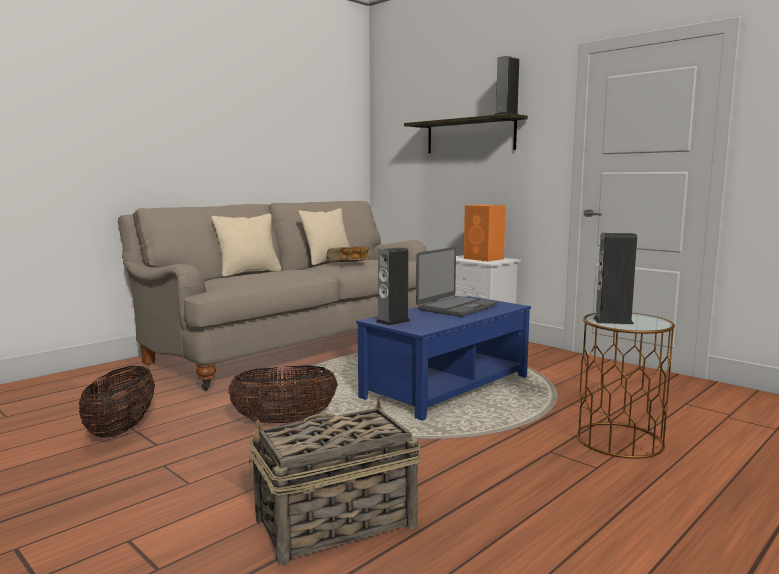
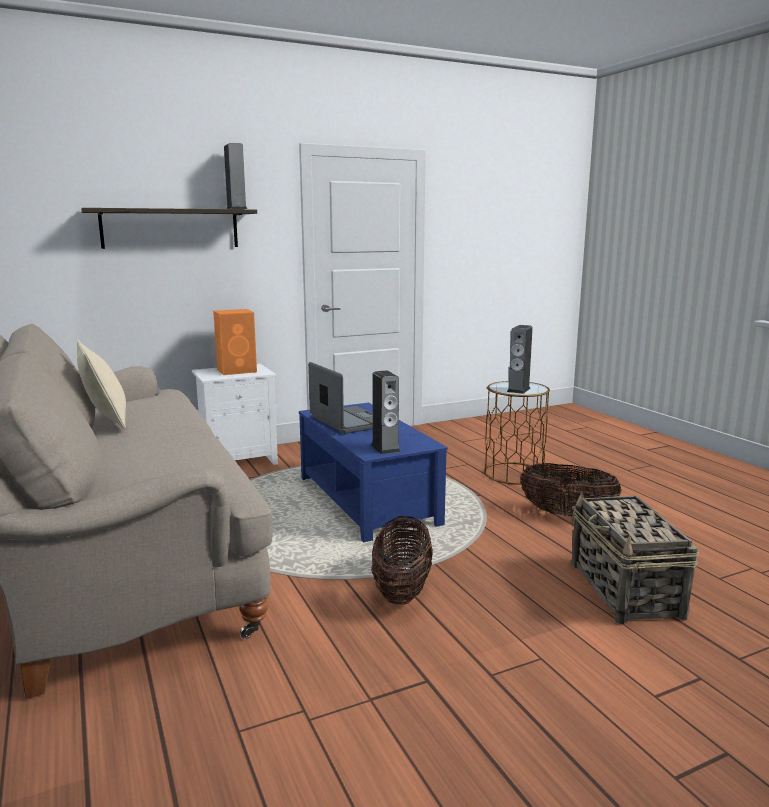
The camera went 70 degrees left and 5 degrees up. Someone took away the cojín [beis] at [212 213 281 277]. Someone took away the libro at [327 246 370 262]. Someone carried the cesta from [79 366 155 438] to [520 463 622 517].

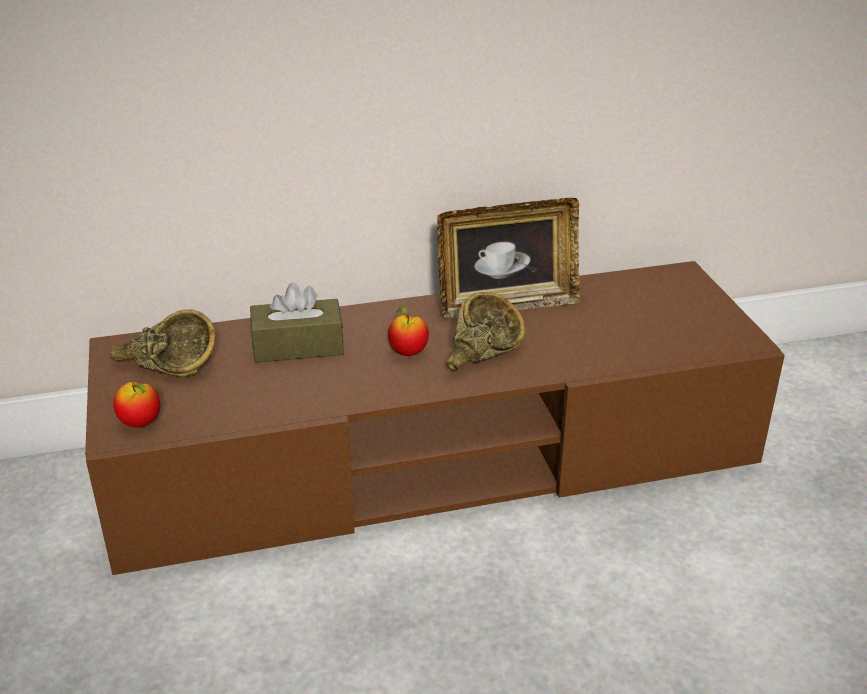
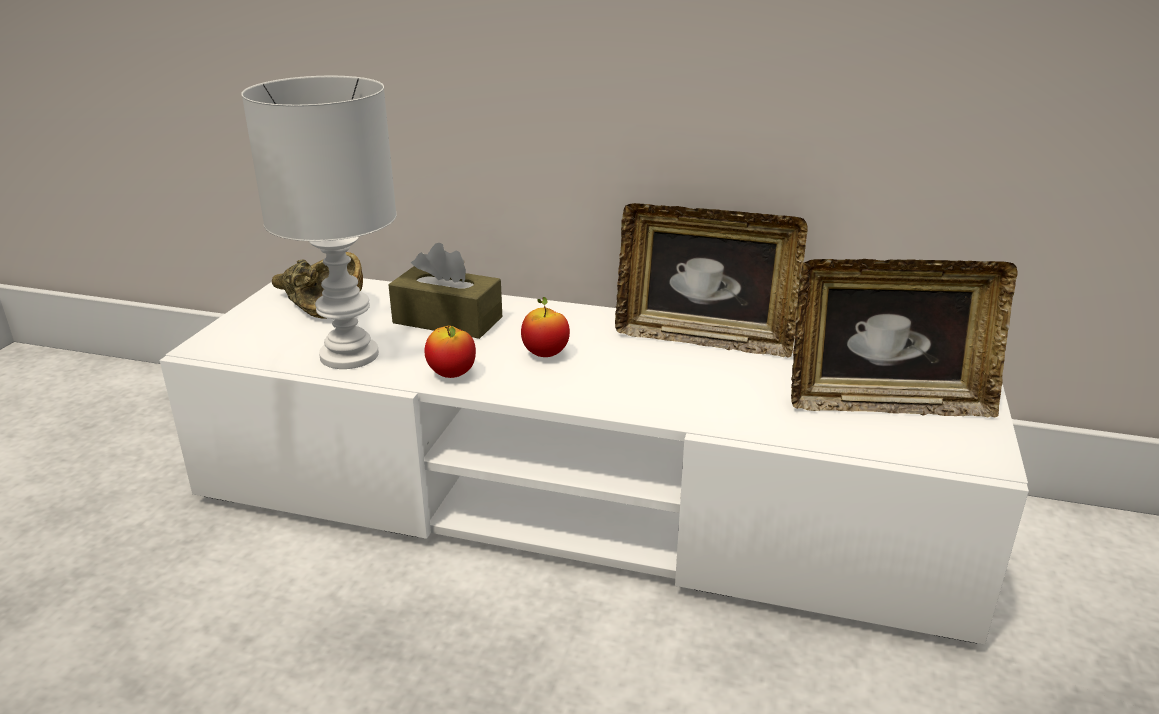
The camera went 30 degrees right and 5 degrees down. Someone repainted the mueble de televisión [marrón] at [85 261 785 575], which became the mueble de televisión [blanco] at [160 278 1029 645]. Someone took away the cuenco [marrón] at [446 292 525 371]. Someone carried the manzana from [113 382 160 428] to [424 325 476 378]. Someone put down the lámpara de mesa [blanco] at [241 76 397 369]. Someone put down the portarretratos at [791 259 1017 418].

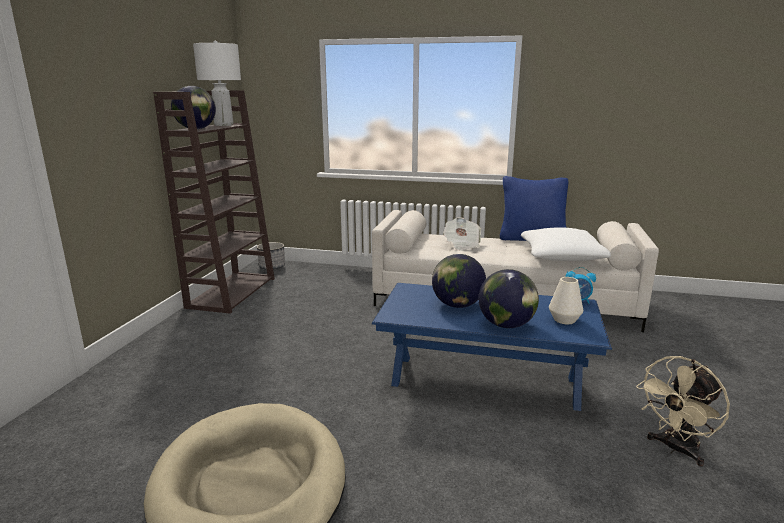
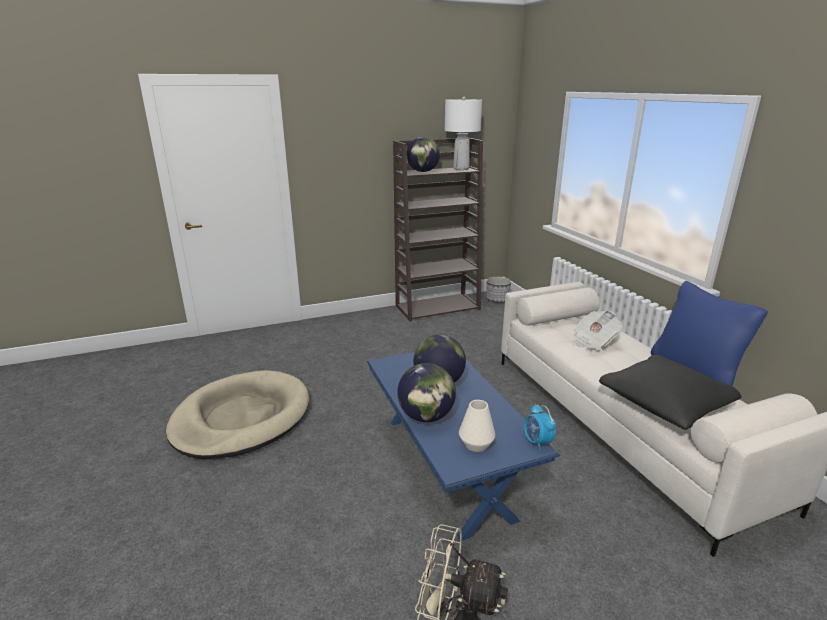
The camera went 55 degrees right and 5 degrees up. Someone repainted the cojín [blanco] at [521 227 611 261], which became the cojín [negro] at [599 355 742 430].

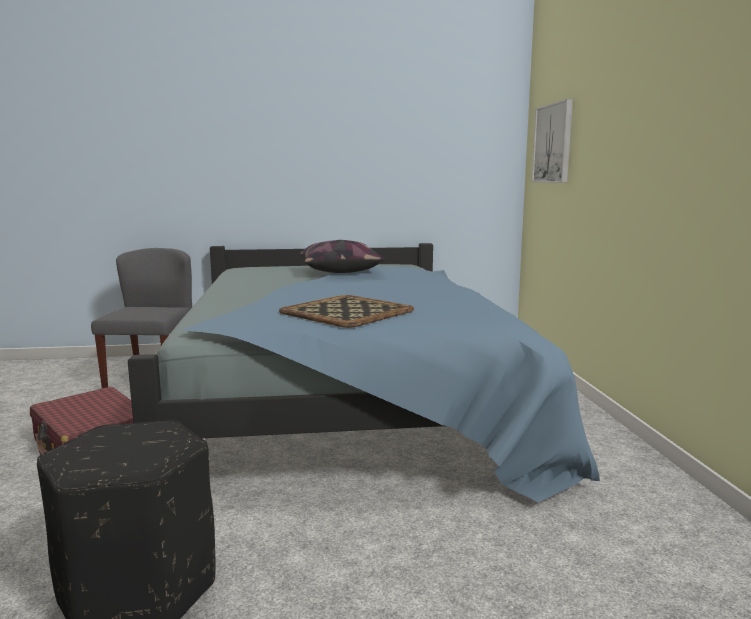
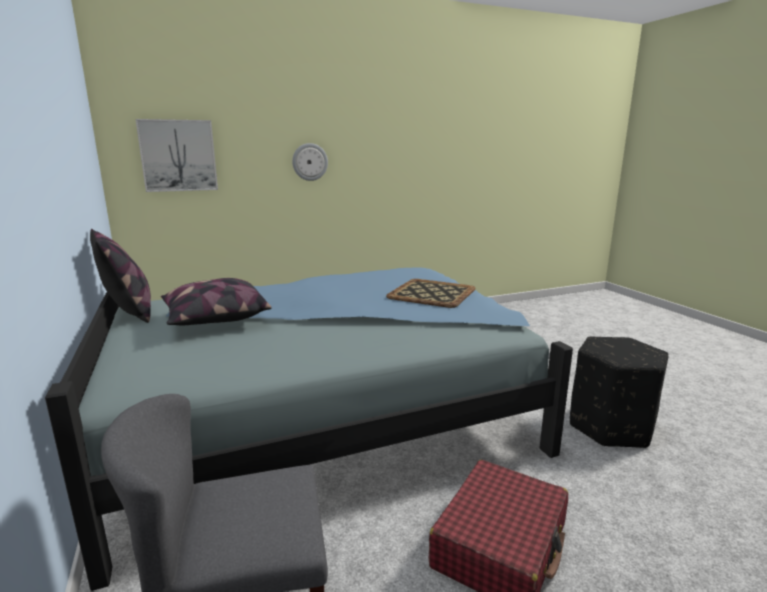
The camera went 105 degrees left and 5 degrees up. Someone put up the reloj de pared at [292 143 328 181]. Someone put down the cojín at [90 229 151 323].

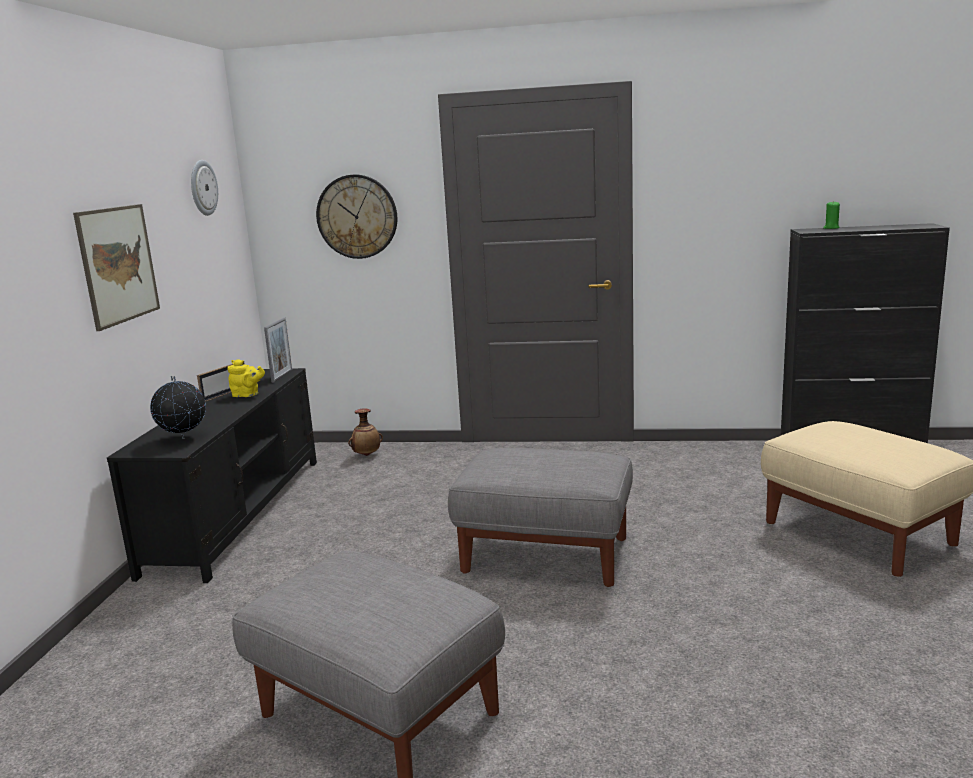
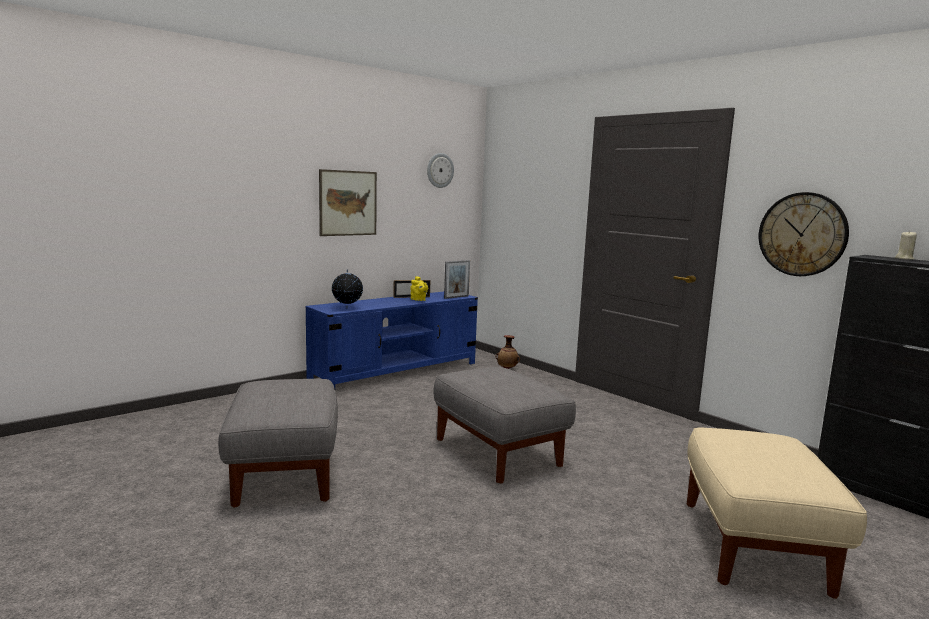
The camera went 40 degrees right and 5 degrees down. Someone carried the reloj de pared from [316 175 397 259] to [759 192 849 276]. Someone repainted the vela [verde] at [823 202 840 229], which became the vela [beis] at [895 230 917 260]. Someone repainted the mueble de televisión [negro] at [107 368 317 583], which became the mueble de televisión [azul] at [305 292 478 388].

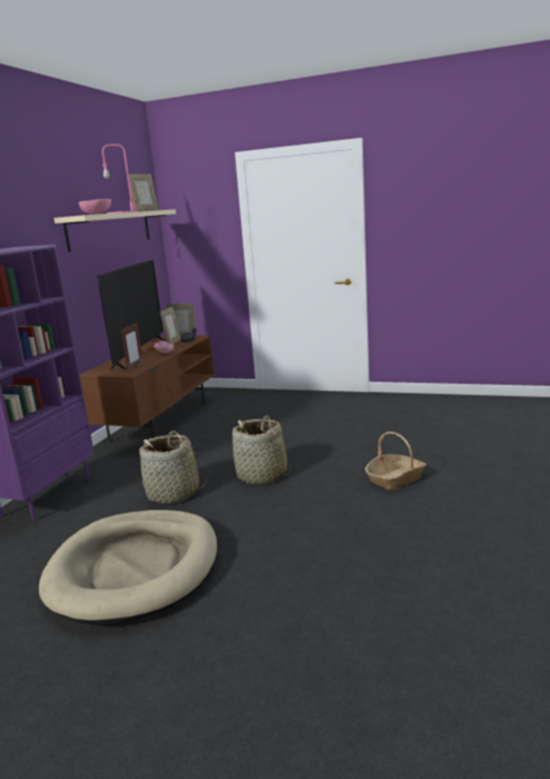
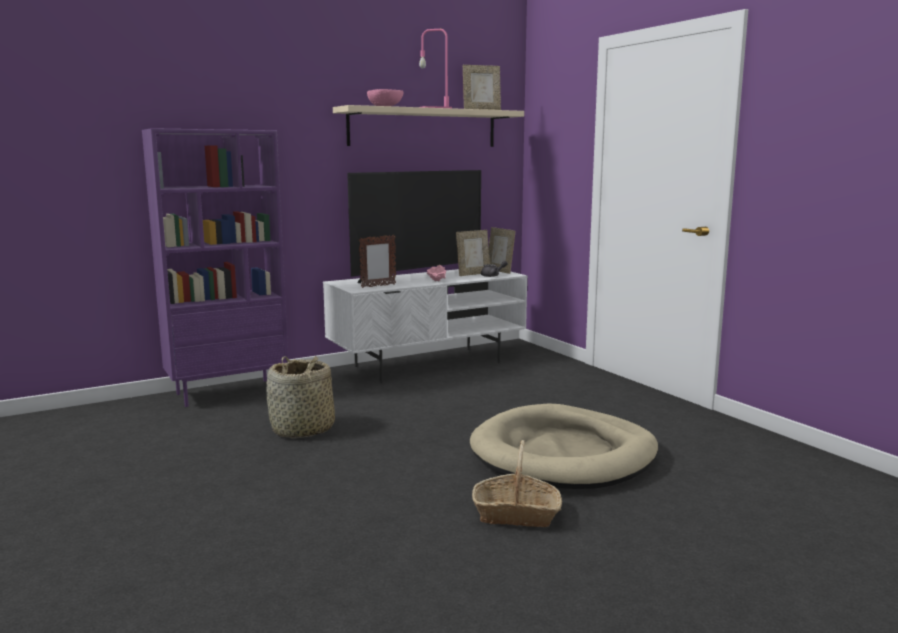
The camera went 40 degrees right and 5 degrees down. Someone repainted the mueble de televisión [marrón] at [80 335 214 442], which became the mueble de televisión [blanco] at [323 269 528 383]. Someone took away the cesta at [232 415 291 485]. Someone carried the cama para perro [beis] from [39 510 218 625] to [470 403 658 489].

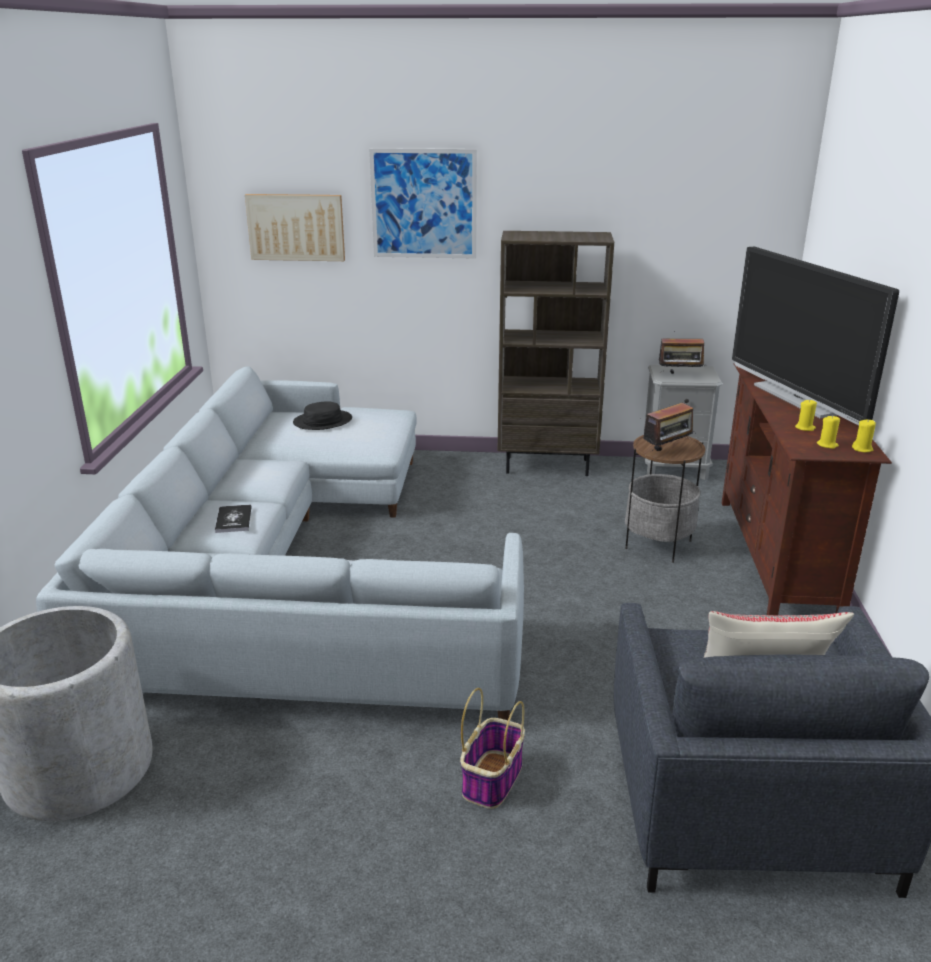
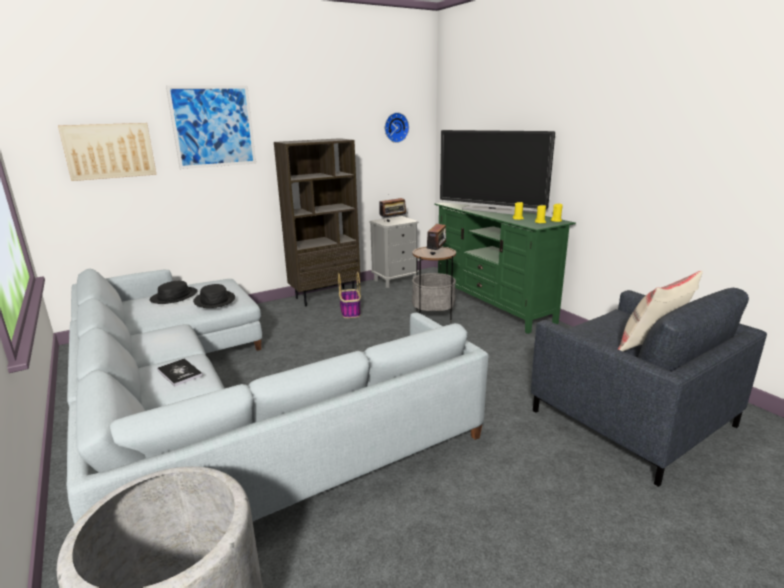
The camera went 35 degrees left and 5 degrees down. Someone repainted the mueble de televisión [marrón] at [722 365 892 615], which became the mueble de televisión [verde] at [434 202 576 334]. Someone carried the cesta from [460 688 525 809] to [338 271 361 318]. Someone put up the reloj de pared at [385 112 409 143]. Someone put down the sombrero [negro] at [193 284 235 308].

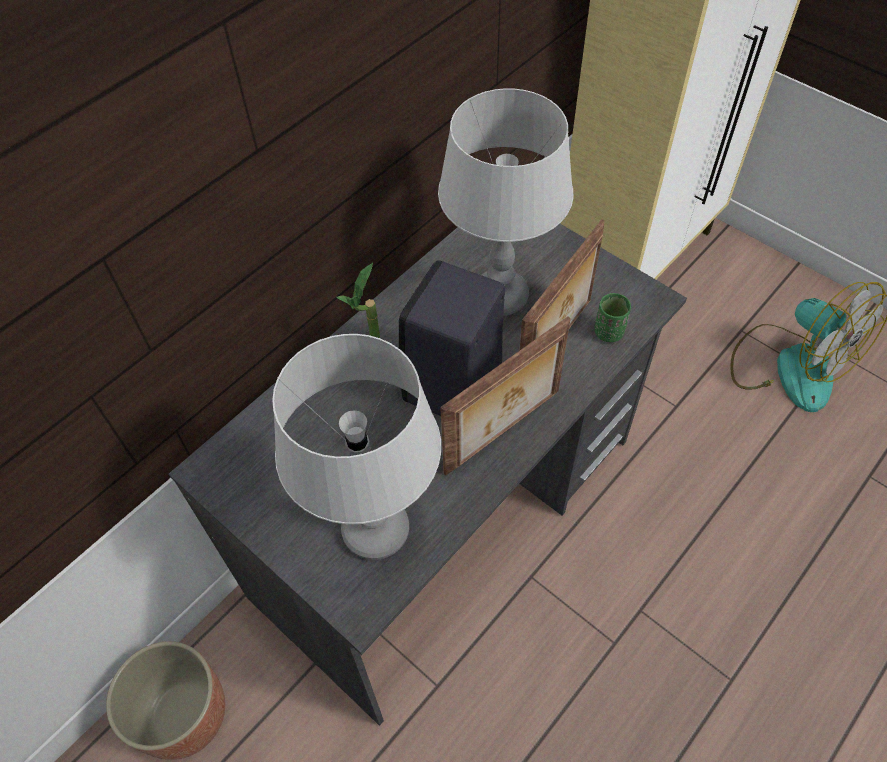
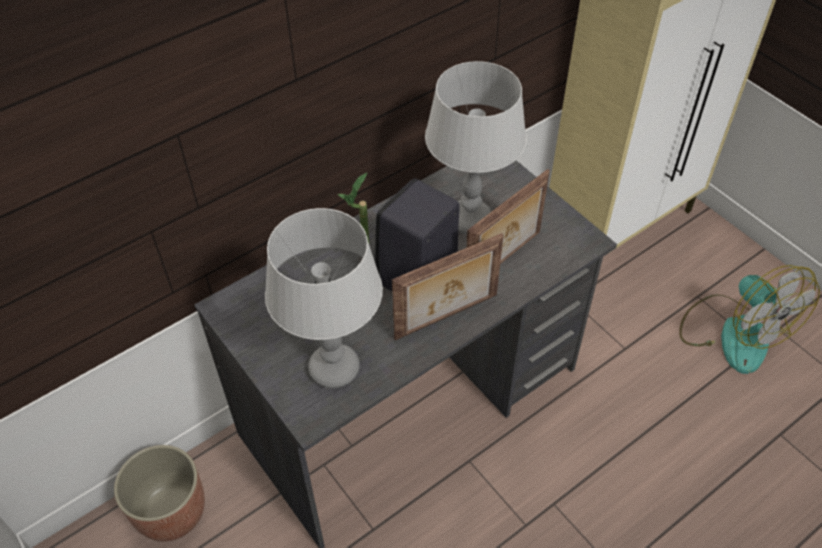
The camera went 10 degrees right and 5 degrees down. Someone took away the taza [verde] at [594 293 631 342].

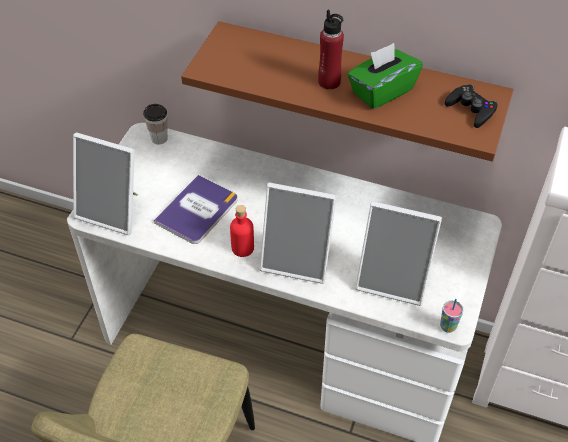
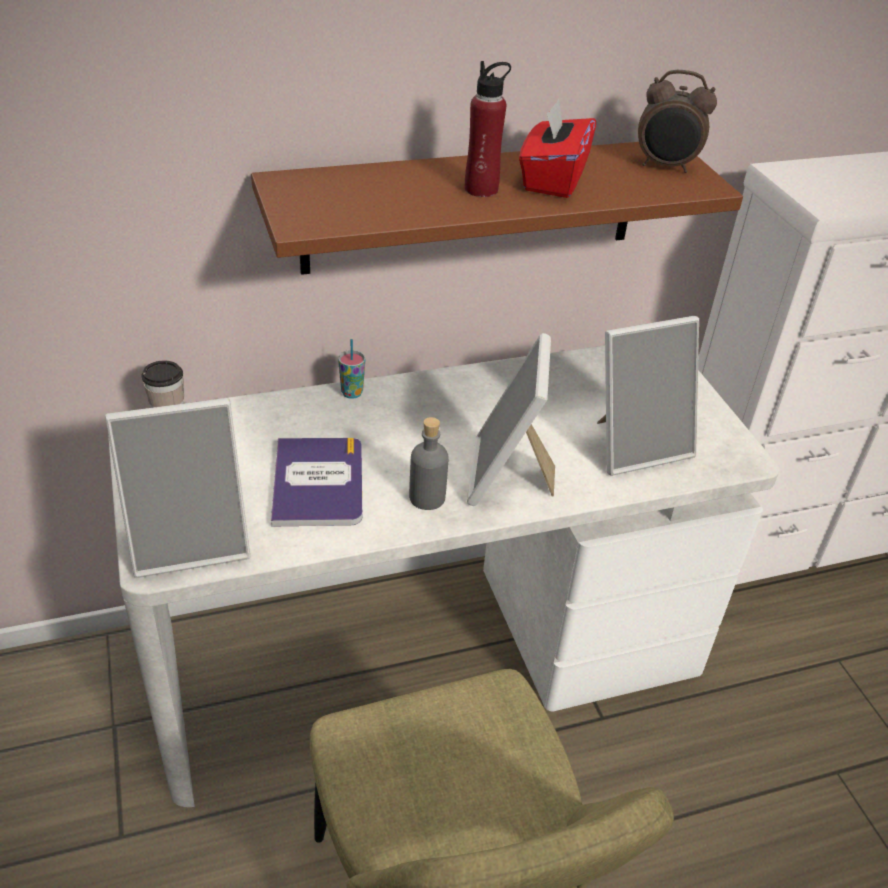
The camera went 40 degrees left and 10 degrees down. Someone repainted the caja de pañuelos [verde] at [347 43 423 109], which became the caja de pañuelos [rojo] at [519 99 596 198]. Someone swapped the mando de consola [negro] at [444 84 498 128] for the despertador at [638 70 717 173]. Someone rotated the portarretratos at [260 182 336 284] by 120 degrees clockwise. Someone repainted the botella [rojo] at [230 205 254 257], which became the botella [gris] at [409 417 449 510]. Someone carried the taza from [440 299 464 333] to [338 339 365 399].

